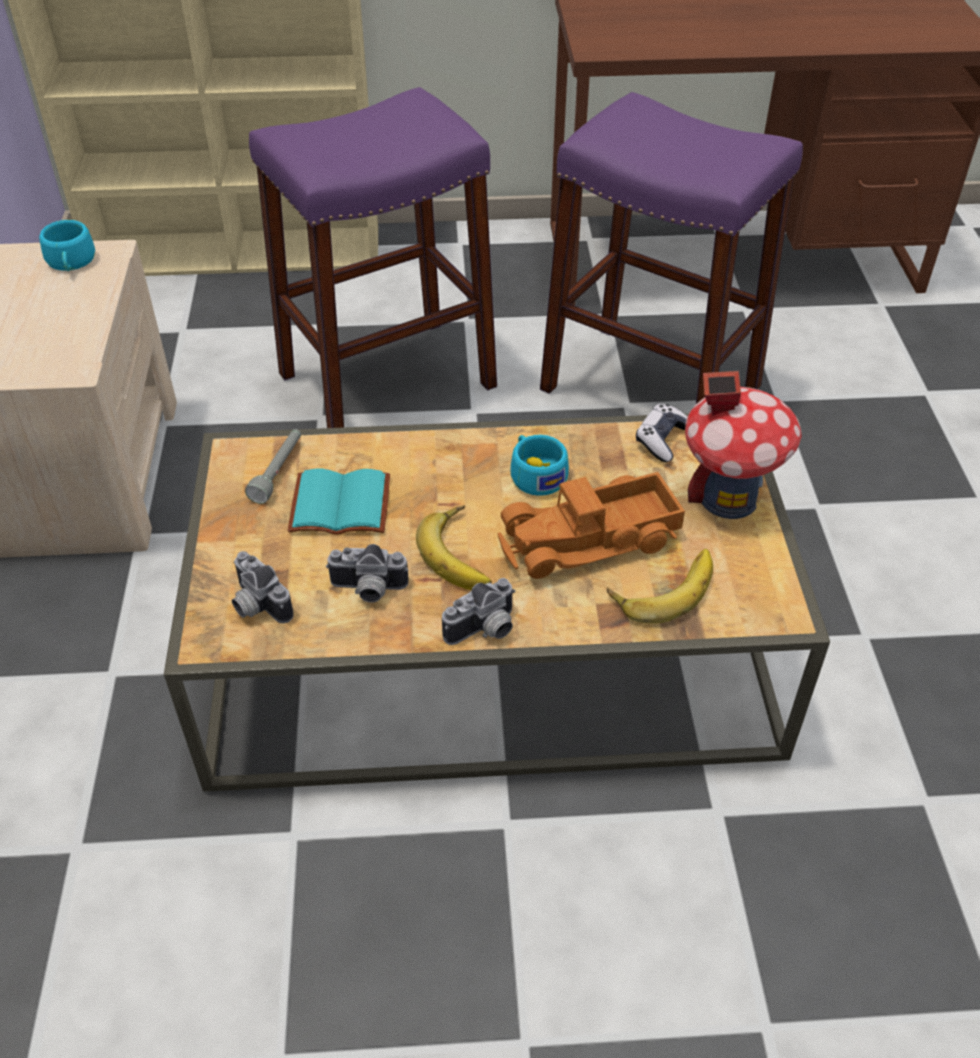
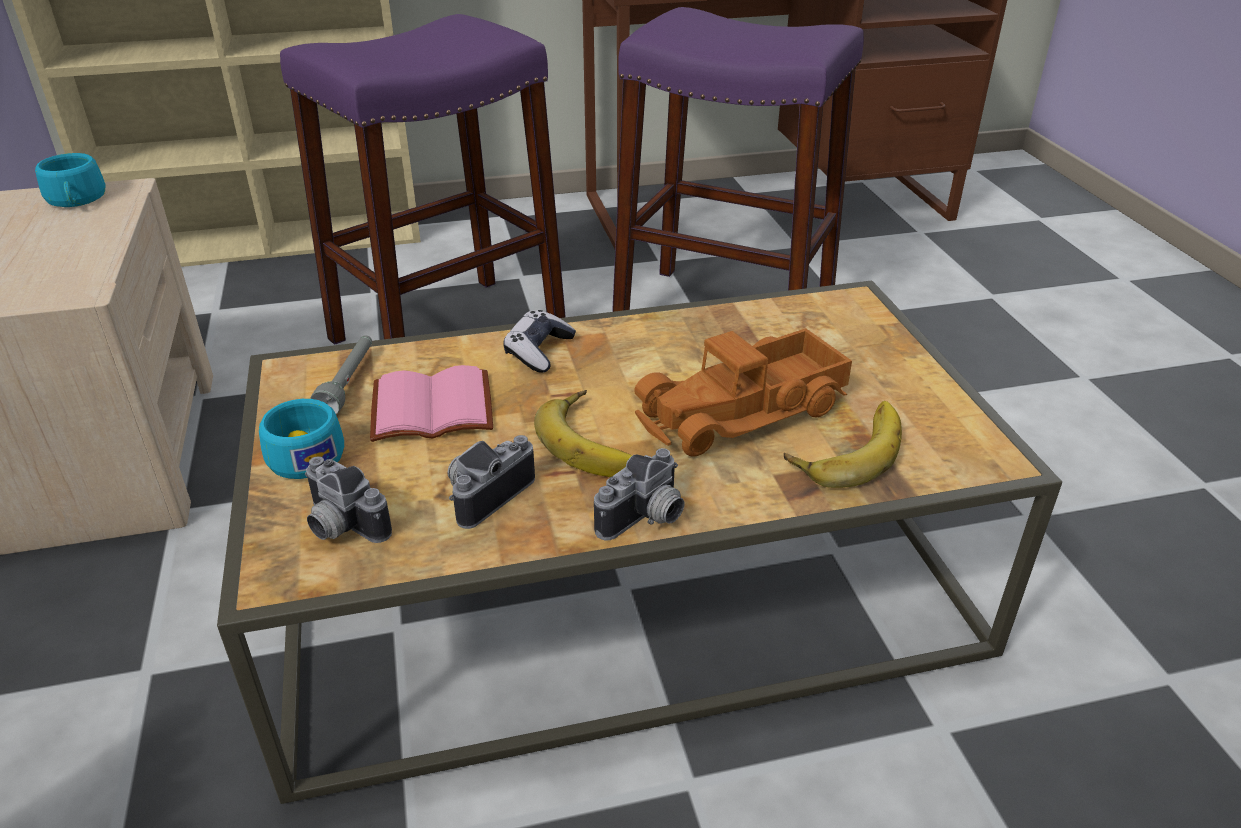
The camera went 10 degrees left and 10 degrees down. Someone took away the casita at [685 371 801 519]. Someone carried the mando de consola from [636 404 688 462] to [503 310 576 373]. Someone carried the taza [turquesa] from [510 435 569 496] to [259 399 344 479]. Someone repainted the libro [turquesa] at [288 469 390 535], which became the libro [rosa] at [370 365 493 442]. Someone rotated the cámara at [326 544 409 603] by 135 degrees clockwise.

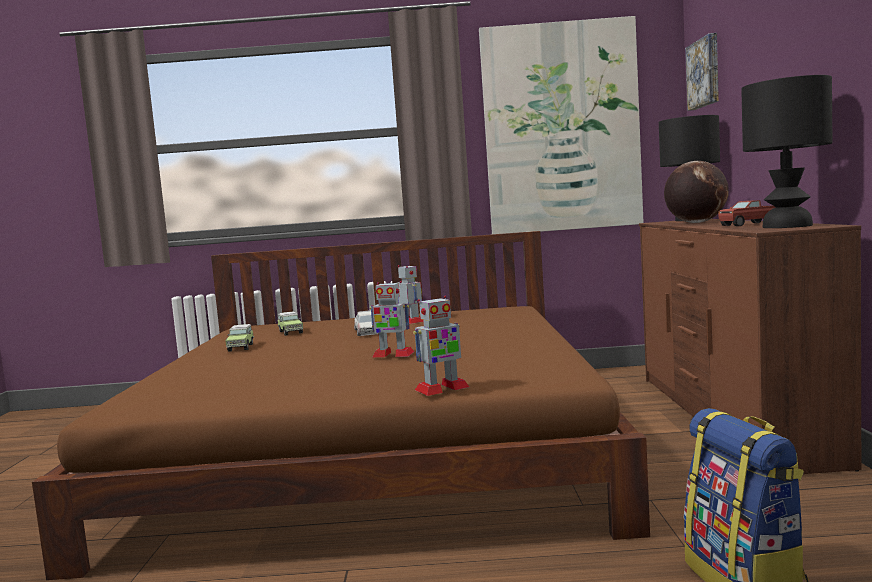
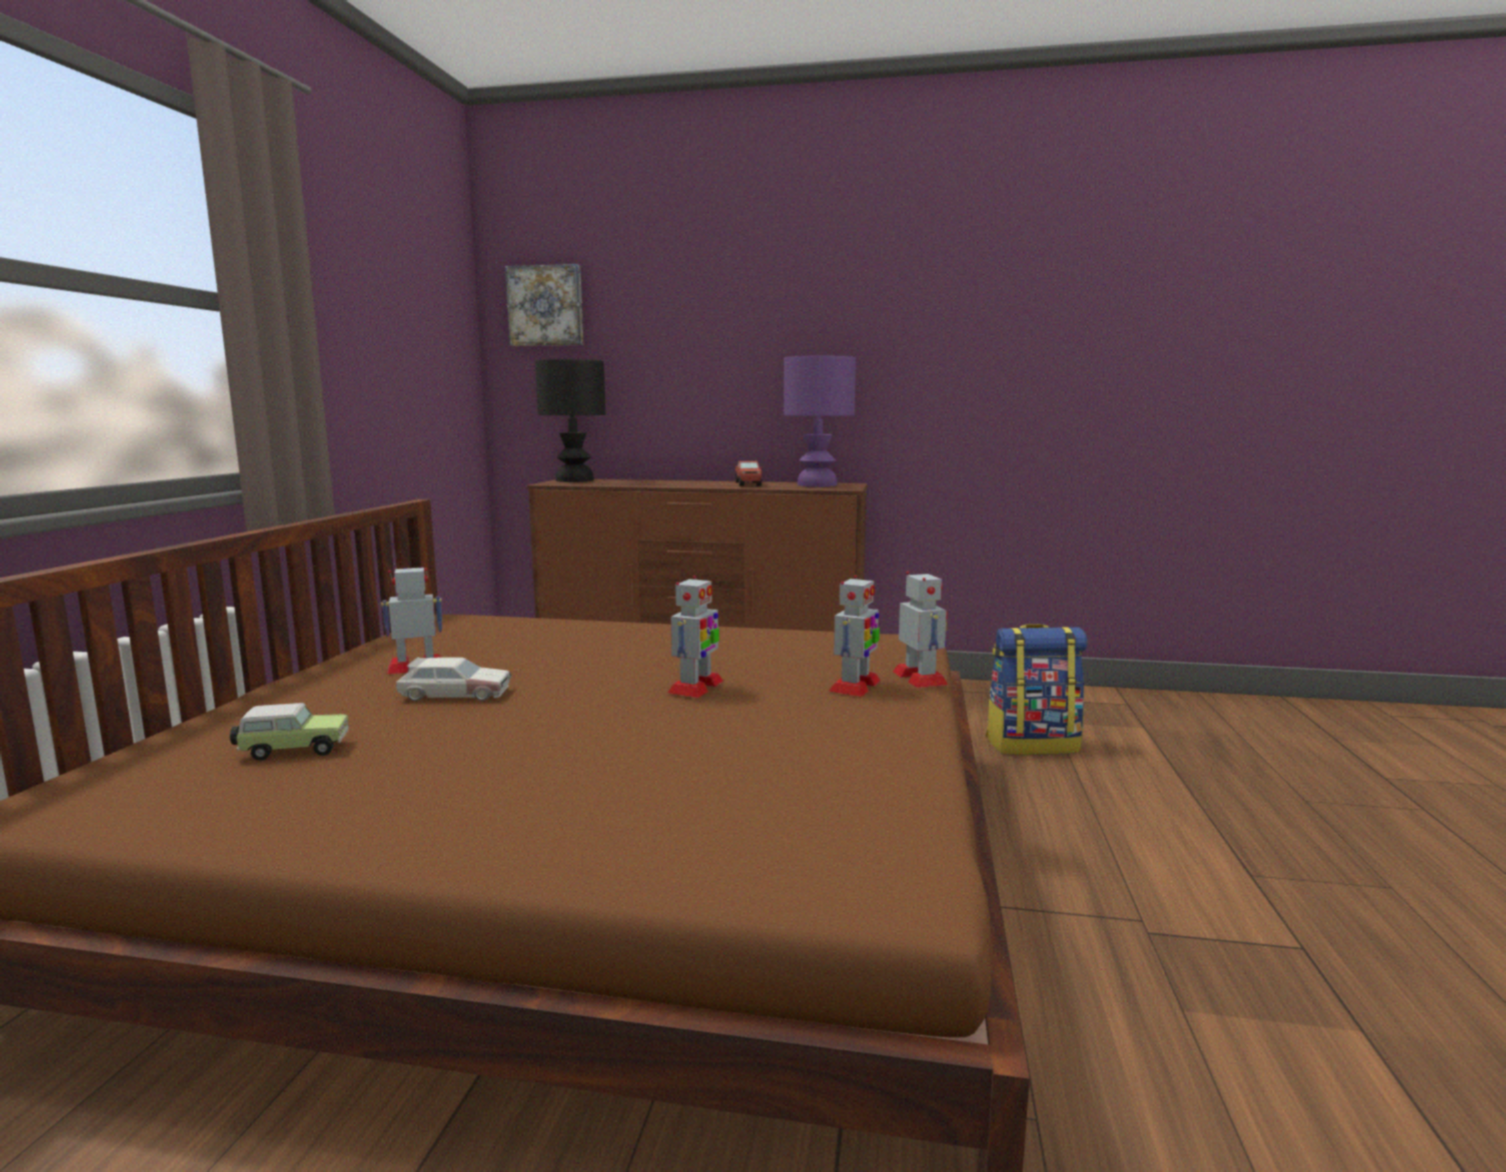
The camera went 80 degrees left and 5 degrees up. Someone took away the cuadro at [479 16 644 234]. Someone repainted the lámpara de mesa [negro] at [741 75 832 228], which became the lámpara de mesa [morado] at [784 356 856 487]. Someone took away the globo terráqueo at [664 161 729 223]. Someone took away the coche de juguete at [226 324 254 352]. Someone put down the robot de juguete at [829 575 881 697].

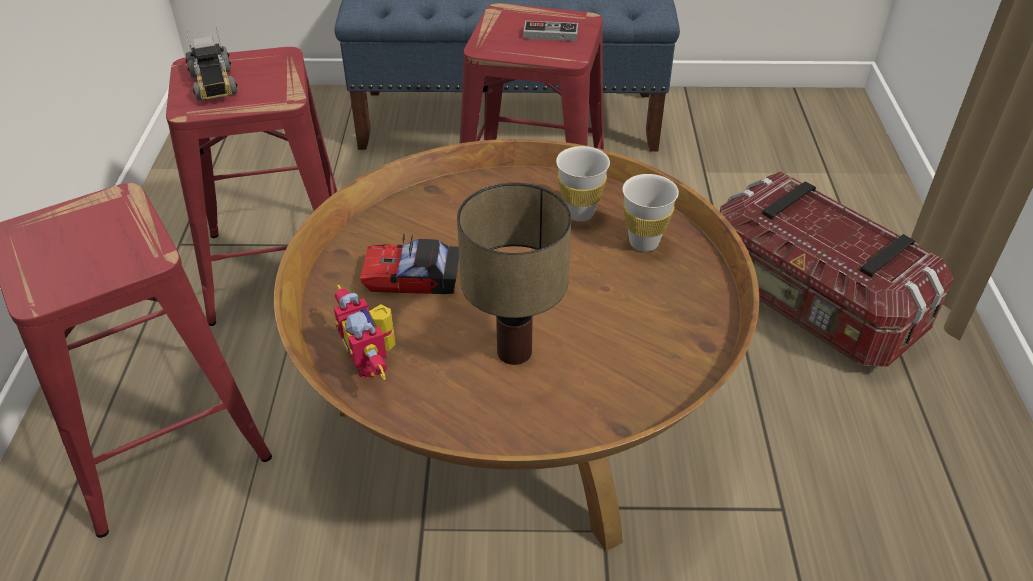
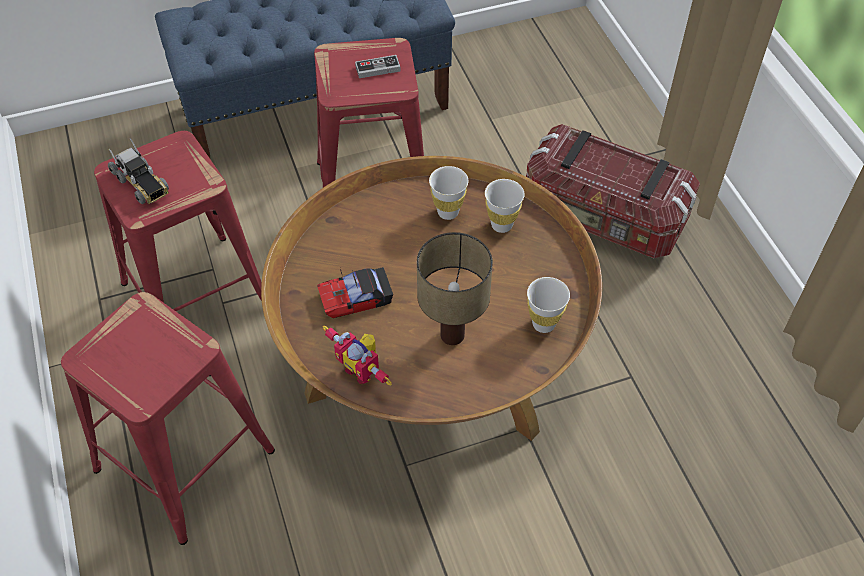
The camera went 20 degrees left and 10 degrees up. Someone put down the taza [blanco] at [527 277 570 333].

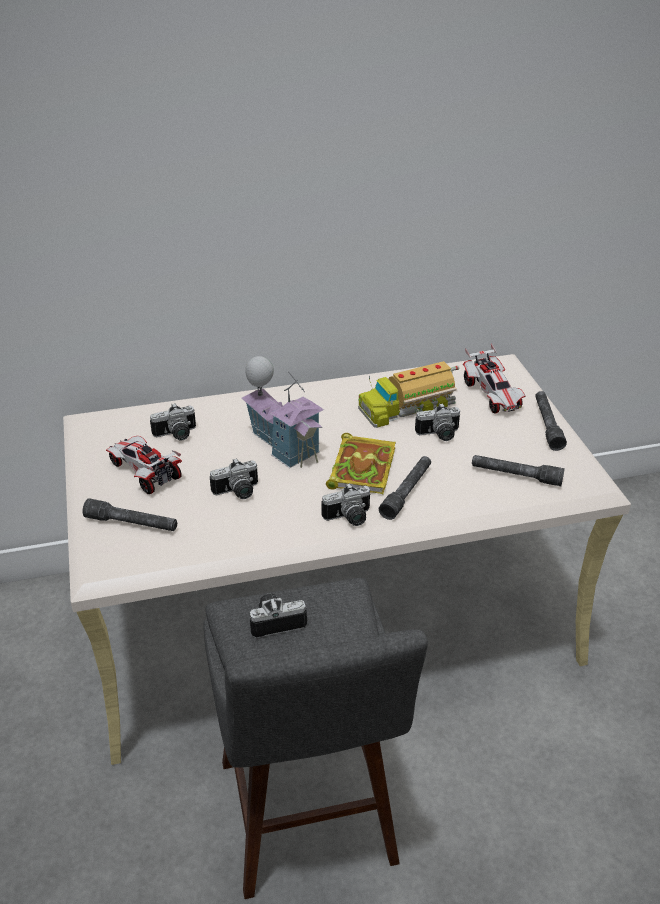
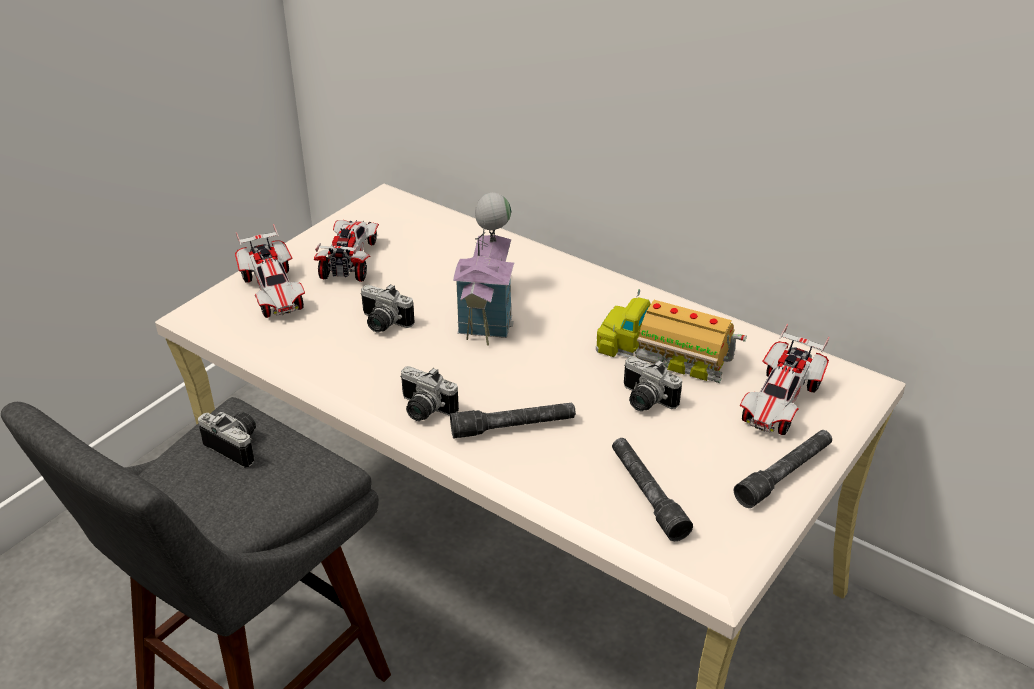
The camera went 50 degrees right and 0 degrees up. Someone took away the cámara at [150 403 196 441]. Someone took away the libro at [326 433 396 494]. Someone swapped the linterna [gris] at [83 498 177 531] for the coche de juguete at [235 224 305 318].

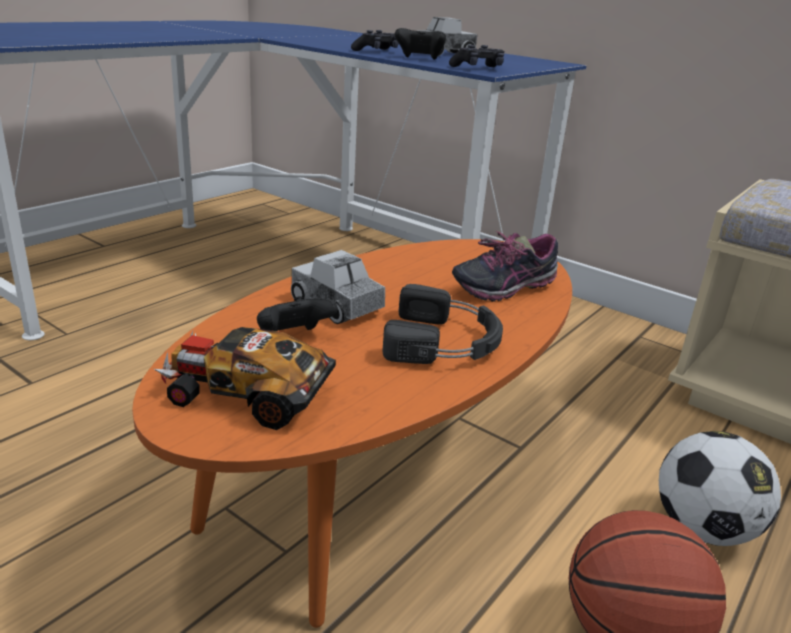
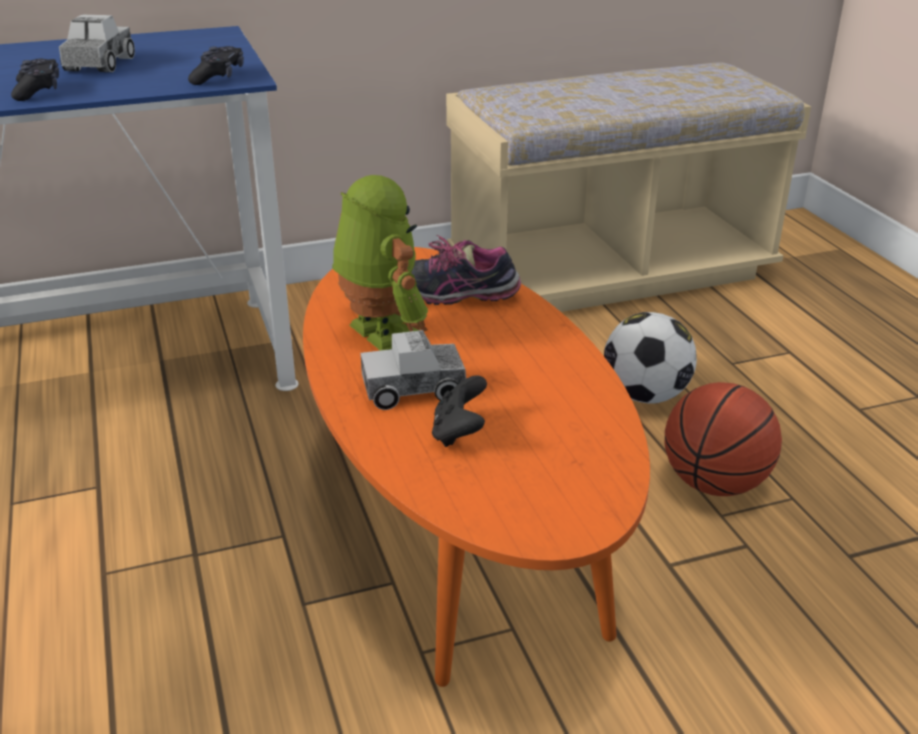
The camera went 55 degrees left and 5 degrees up. Someone took away the mando de consola [negro] at [395 28 446 60]. Someone rotated the zapato at [452 231 558 302] by 90 degrees clockwise. Someone took away the auriculares [negro] at [383 284 503 364]. Someone took away the coche de juguete at [154 327 336 430]. Someone put down the robot de juguete at [332 175 428 351].

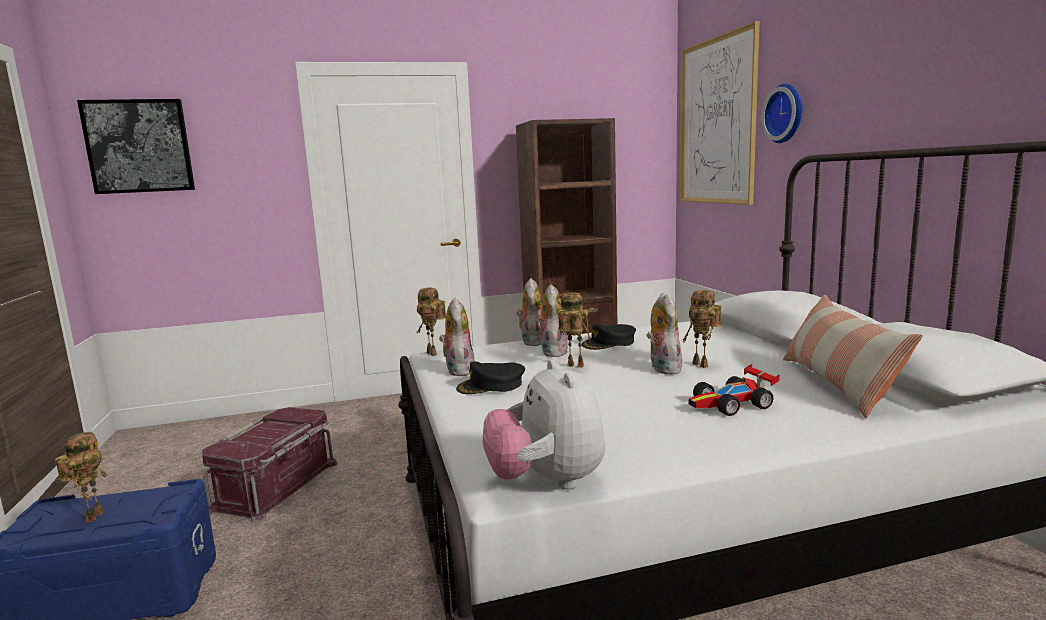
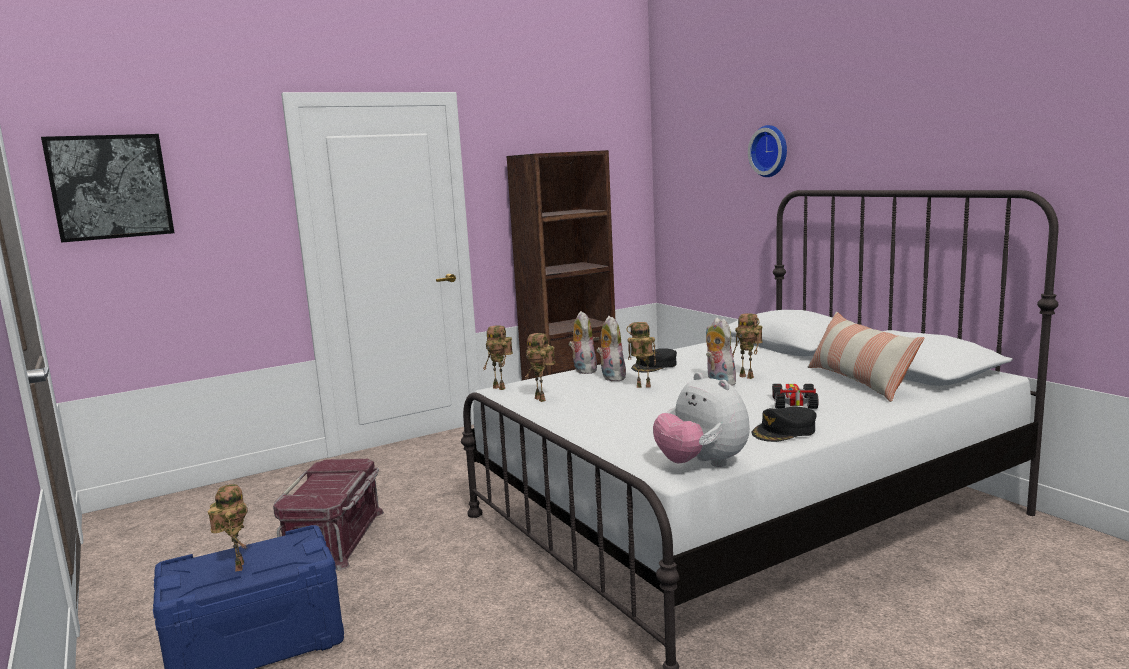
The camera went 15 degrees left and 0 degrees up. Someone took away the cuadro at [680 21 760 205]. Someone swapped the peluche at [439 297 475 376] for the robot de juguete at [525 333 555 402]. Someone carried the gorra [negro] from [456 361 525 394] to [751 406 817 442]. Someone rotated the coche de juguete at [689 364 780 416] by 135 degrees clockwise.

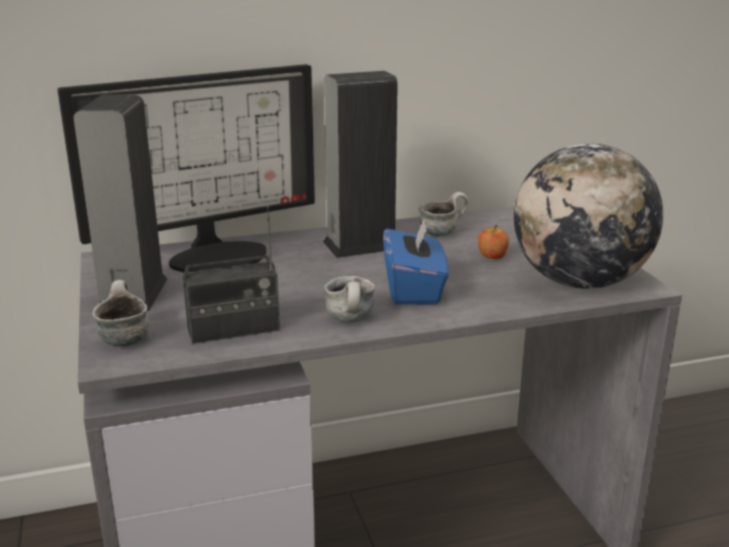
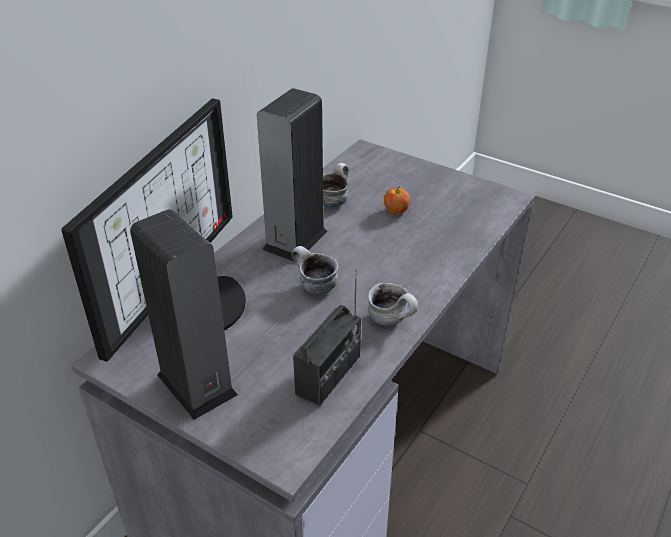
The camera went 40 degrees left and 15 degrees up. Someone took away the globo terráqueo at [514 143 663 289]. Someone took away the caja de pañuelos [azul] at [383 217 449 305]. Someone carried the taza grande from [92 280 149 347] to [292 246 338 294].

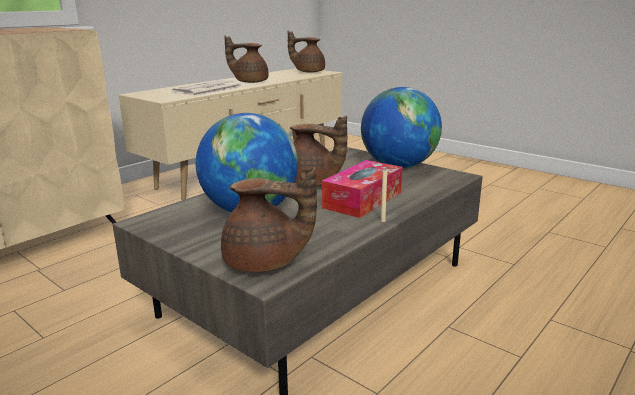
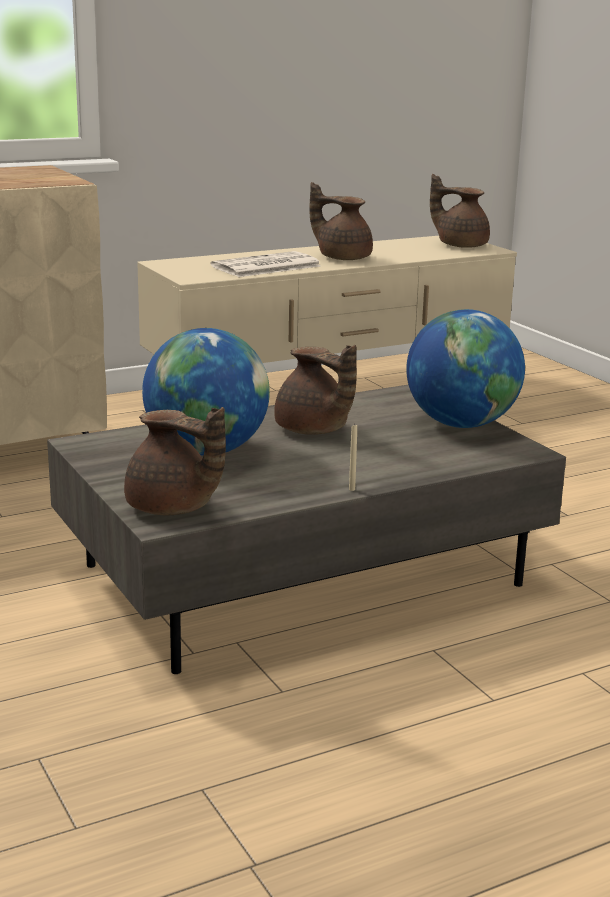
The camera went 20 degrees right and 0 degrees up. Someone took away the caja de pañuelos at [322 160 403 218].

